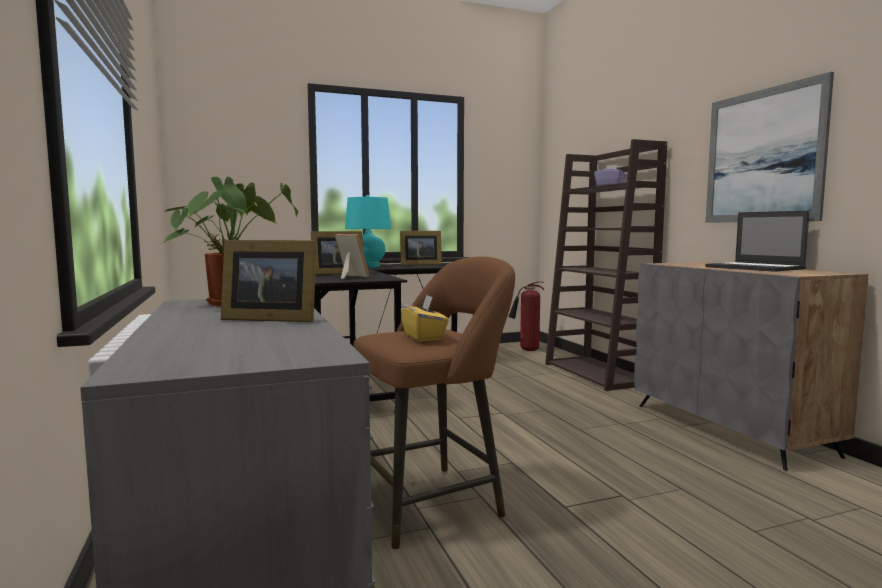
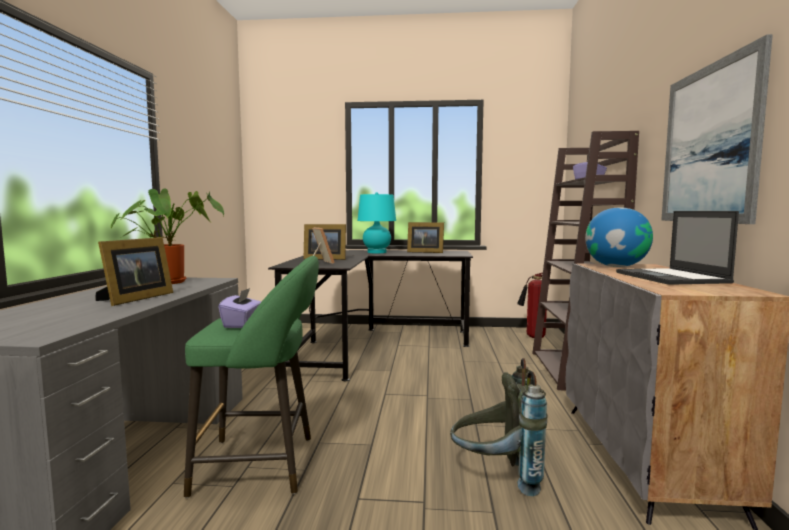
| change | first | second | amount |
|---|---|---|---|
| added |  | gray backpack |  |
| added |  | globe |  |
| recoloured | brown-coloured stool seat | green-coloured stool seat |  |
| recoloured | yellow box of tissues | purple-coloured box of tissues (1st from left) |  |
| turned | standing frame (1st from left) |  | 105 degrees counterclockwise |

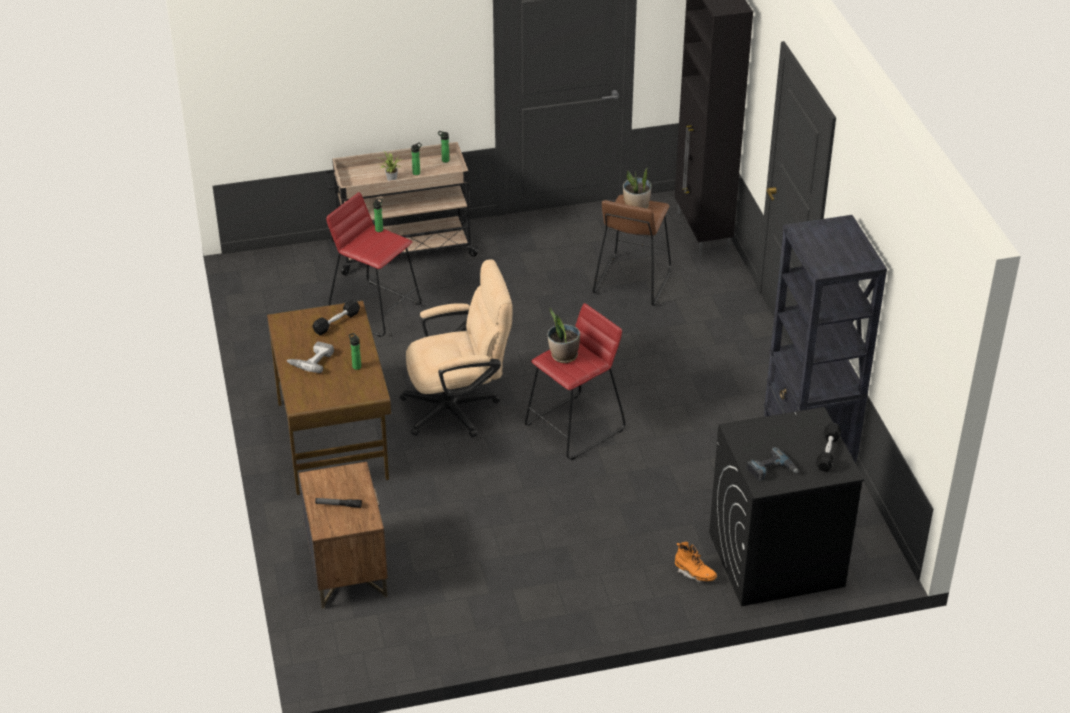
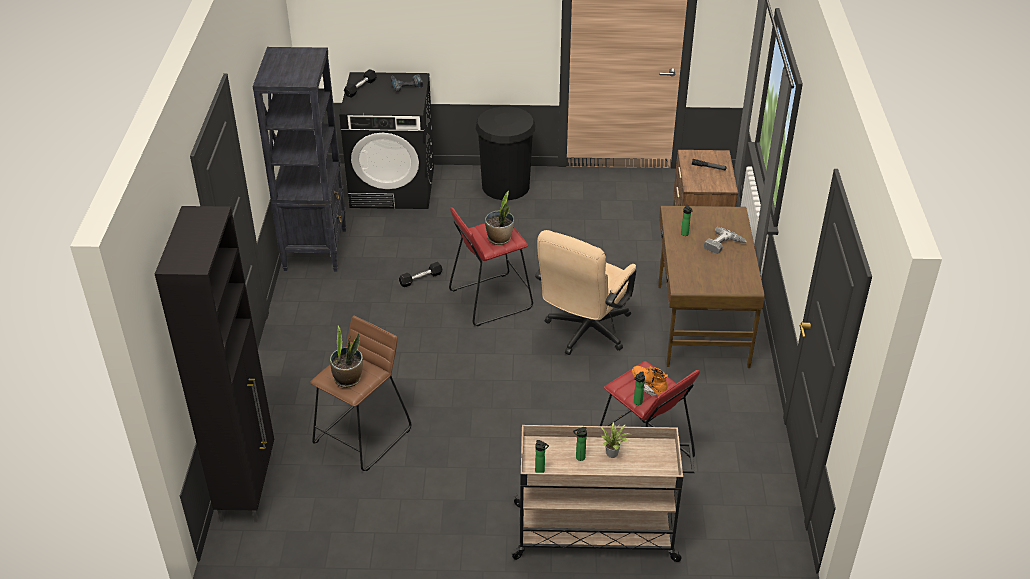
| change | first | second | amount |
|---|---|---|---|
| added |  | black trash can |  |
| moved | black hand weight (1st from left in the first image) | black hand weight (2nd from left) |  |
| moved | orangey tall boot |  |  |
| turned | beige office chair |  | 60 degrees counterclockwise |

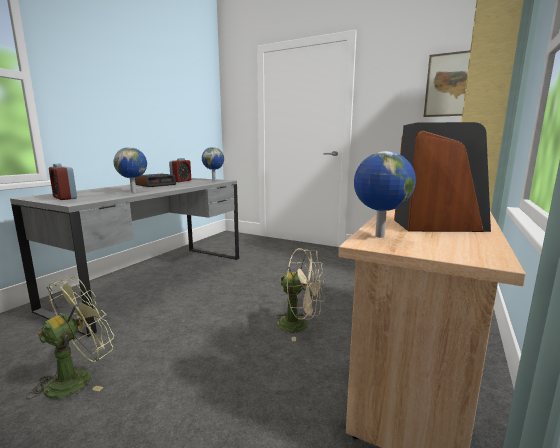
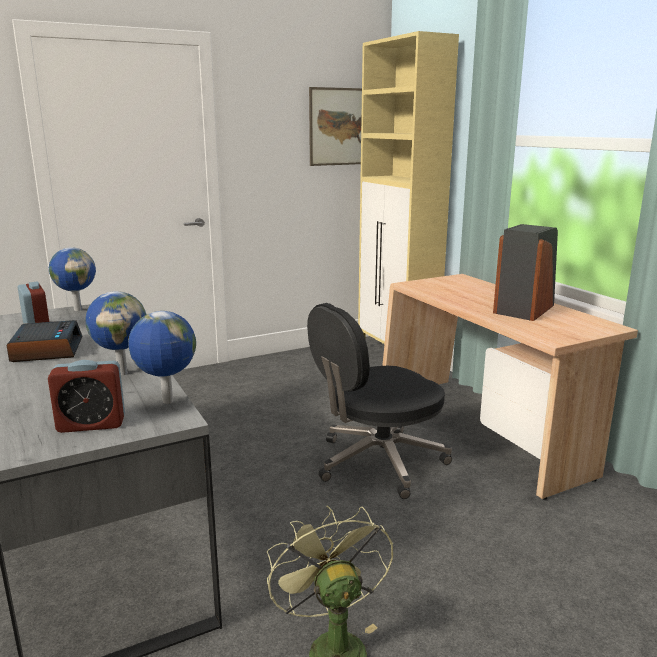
| change | first | second | amount |
|---|---|---|---|
| moved | globe (3rd from left) |  |  |
| replaced | beige cooling fan | black office chair |  |

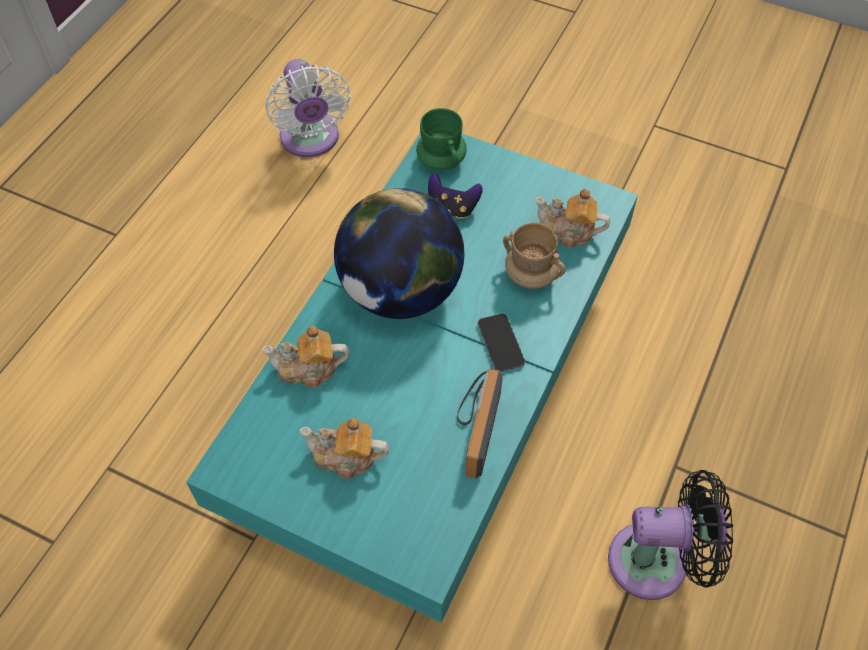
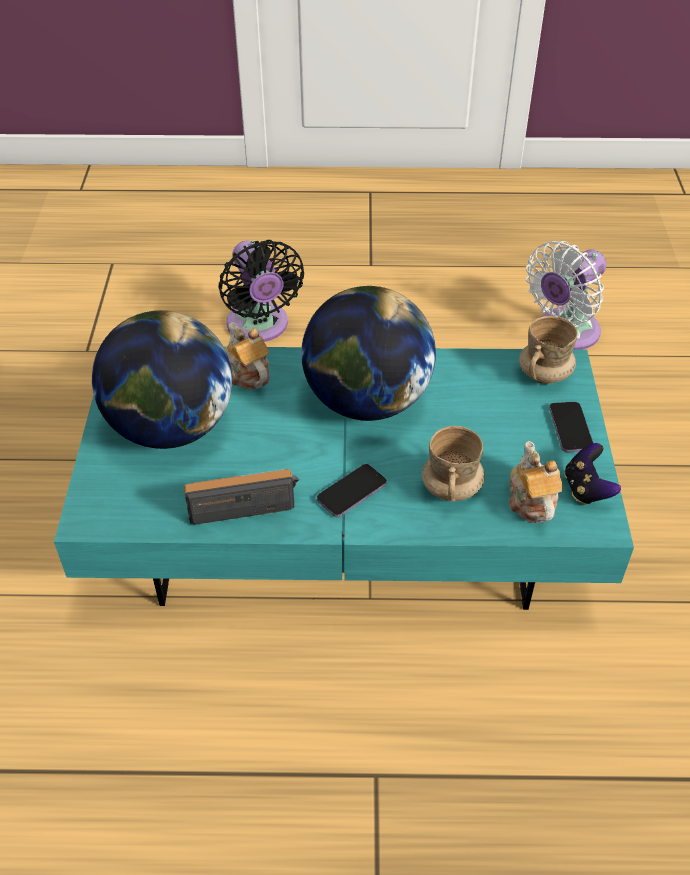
| change | first | second | amount |
|---|---|---|---|
| added |  | phone (2nd from left) |  |
| moved | gamepad |  |  |
| moved | black cooling fan |  |  |
| replaced | tea pot (2nd from left) | globe (1st from left) |  |
| recoloured | green-coloured coffee mug | beige coffee mug (2nd from left) |  |

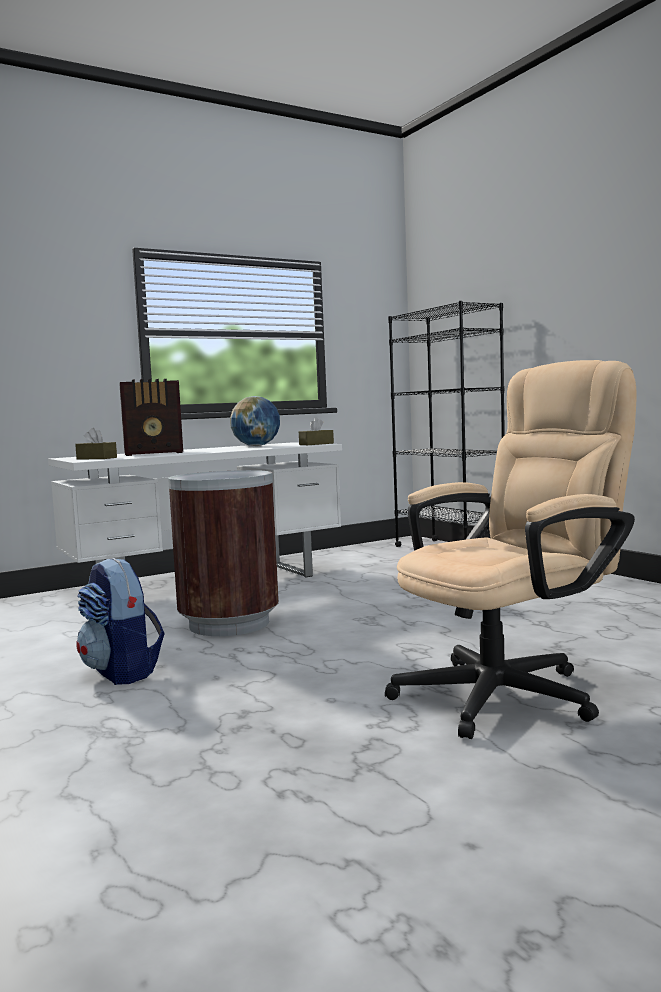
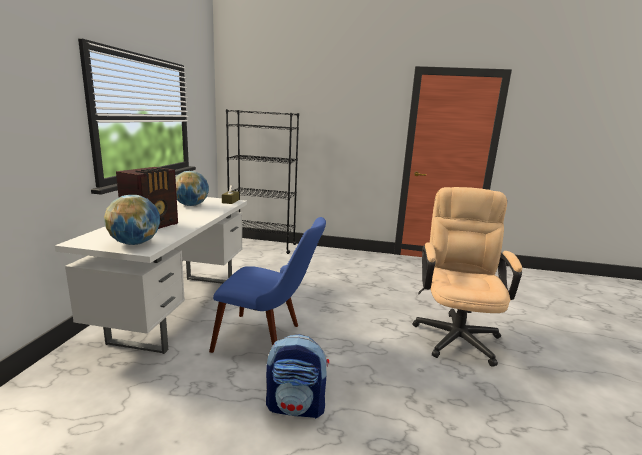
| change | first | second | amount |
|---|---|---|---|
| replaced | brown-coloured box of tissues (1st from left) | globe (1st from left) |  |
| replaced | brown-coloured trash can | blue upright chair |  |

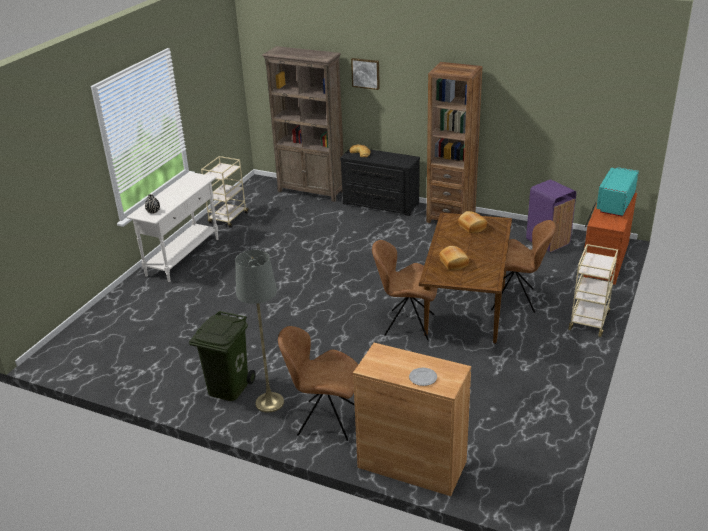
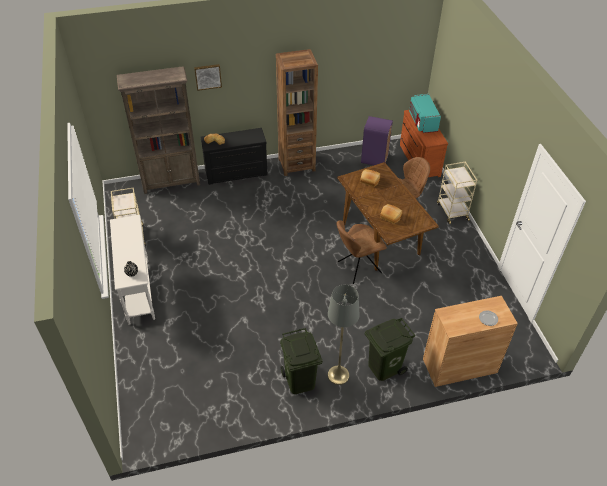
| change | first | second | amount |
|---|---|---|---|
| replaced | brown-coloured upright chair (1st from left) | green-coloured trash can (2nd from left) |  |

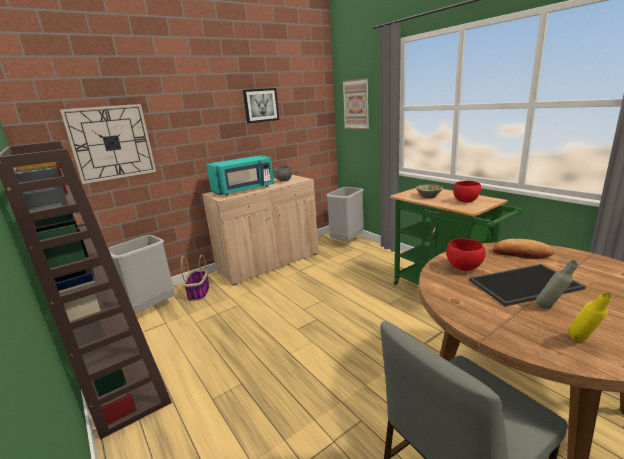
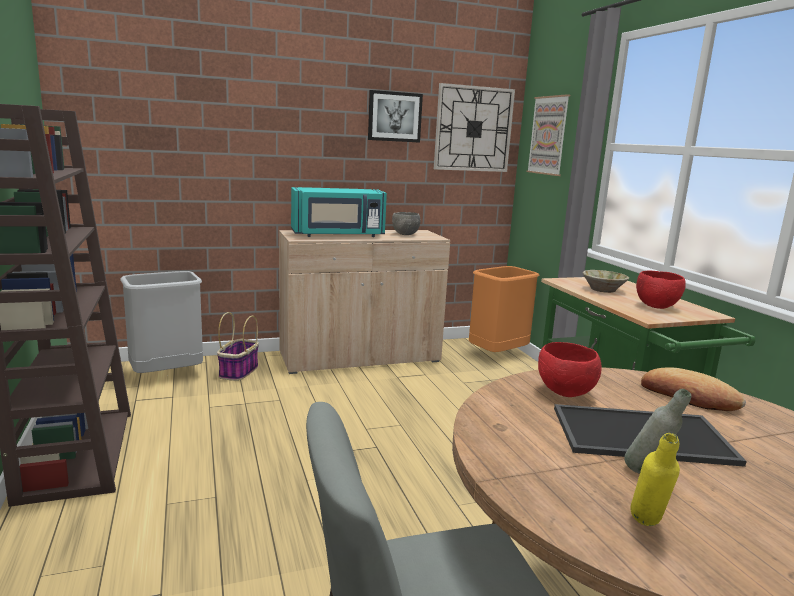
| change | first | second | amount |
|---|---|---|---|
| moved | wall clock |  |  |
| recoloured | gray trash can (2nd from left) | orangey trash can |  |

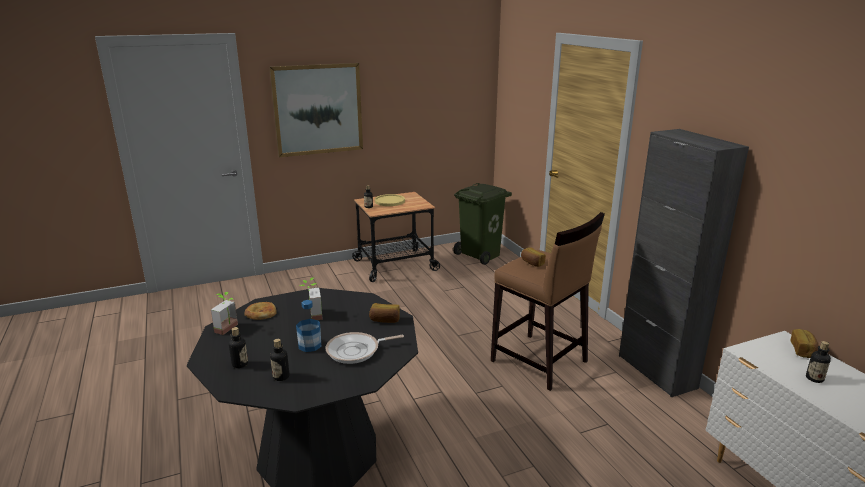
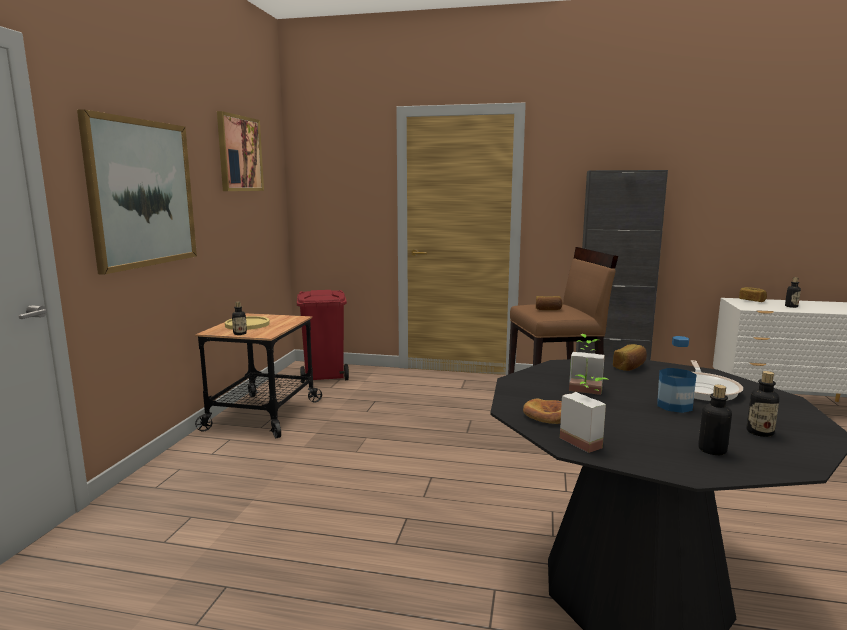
| change | first | second | amount |
|---|---|---|---|
| added |  | picture (2nd from left) |  |
| recoloured | green-coloured trash can | red trash can |  |

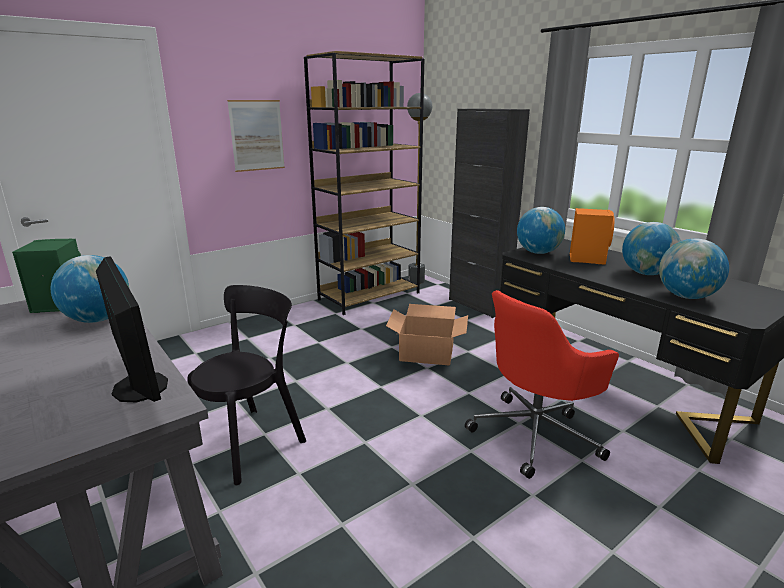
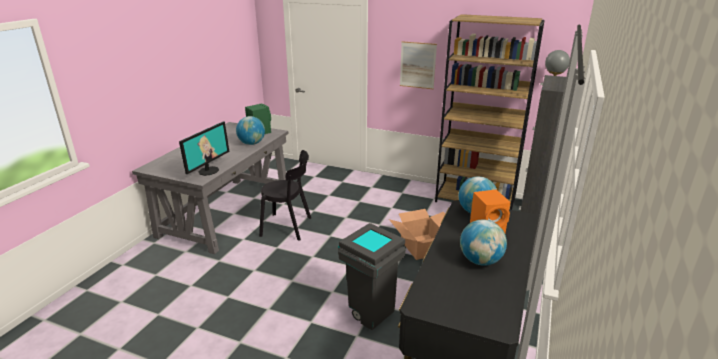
| change | first | second | amount |
|---|---|---|---|
| removed | globe (4th from left) |  |  |
| replaced | red office chair | gray trash can |  |

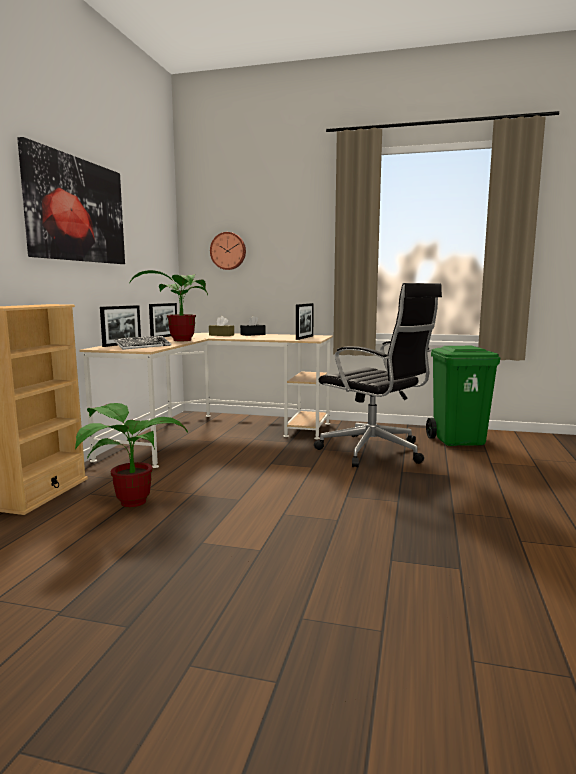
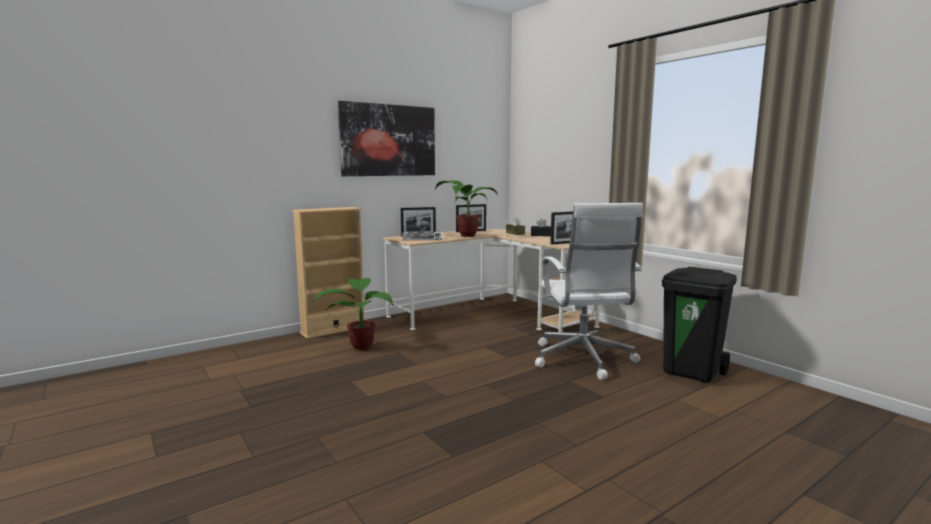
| change | first | second | amount |
|---|---|---|---|
| removed | wall clock |  |  |
| recoloured | black office chair | white office chair |  |
| recoloured | green-coloured trash can | black trash can |  |

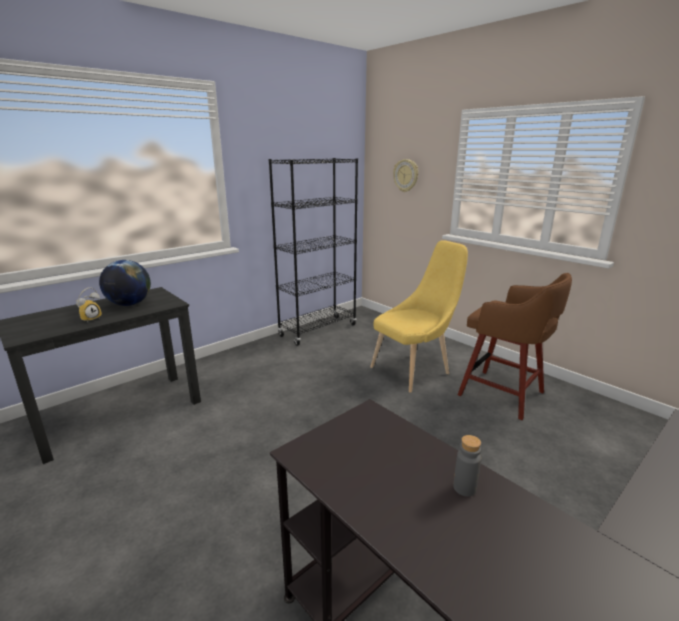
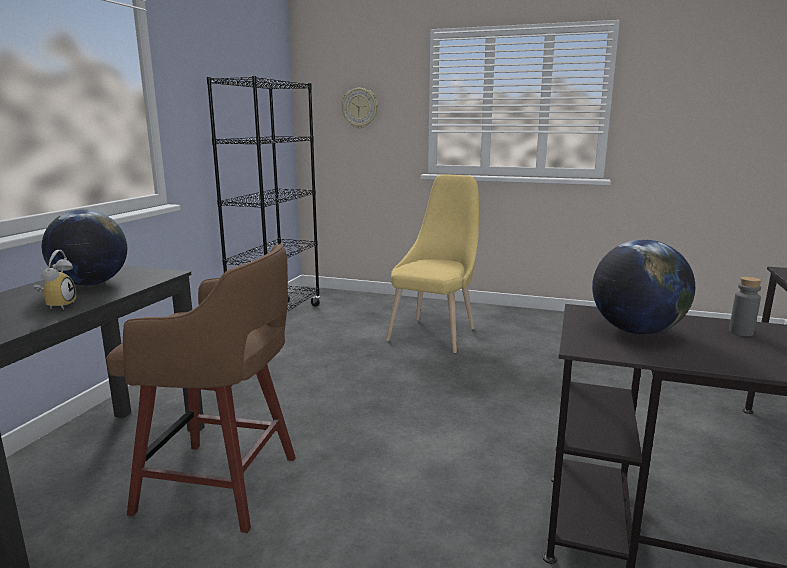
| change | first | second | amount |
|---|---|---|---|
| added |  | globe (2nd from left) |  |
| moved | brown-coloured stool seat |  |  |

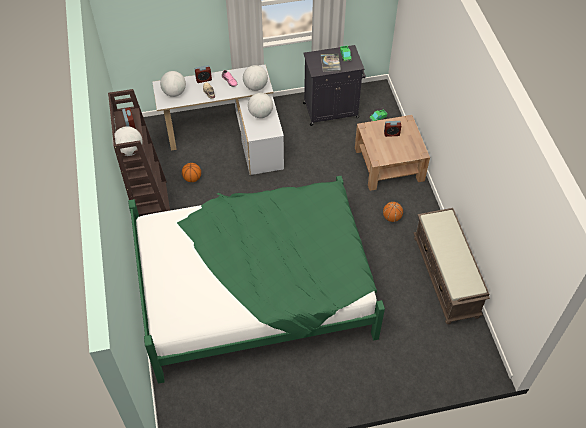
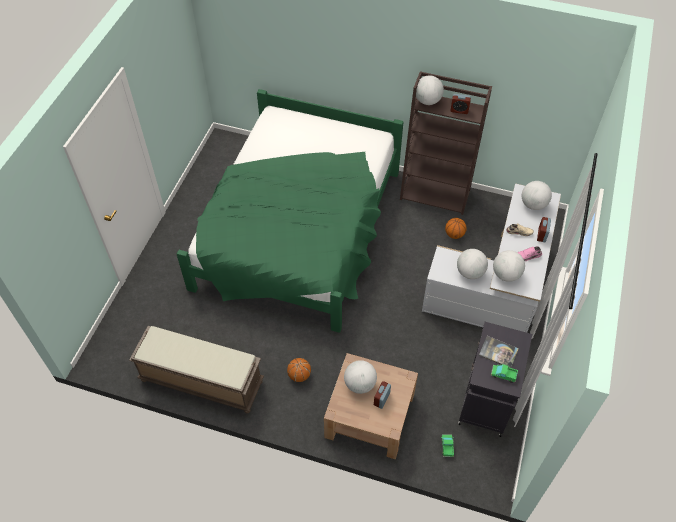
| change | first | second | amount |
|---|---|---|---|
| added |  | globe (1st from left) |  |

